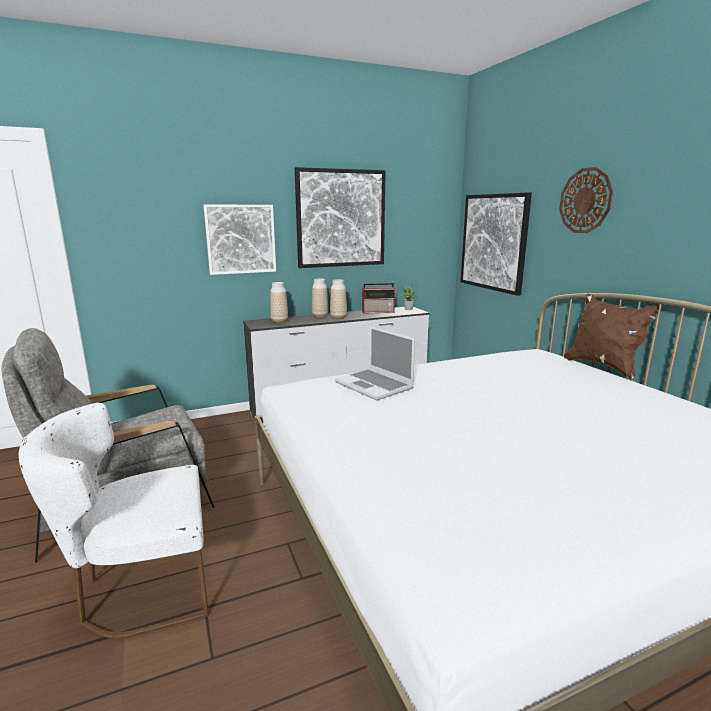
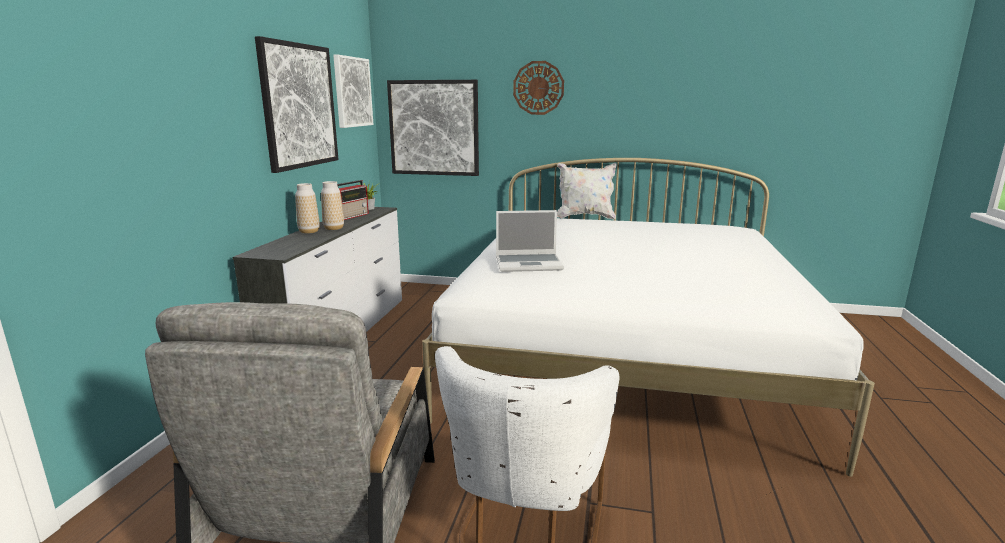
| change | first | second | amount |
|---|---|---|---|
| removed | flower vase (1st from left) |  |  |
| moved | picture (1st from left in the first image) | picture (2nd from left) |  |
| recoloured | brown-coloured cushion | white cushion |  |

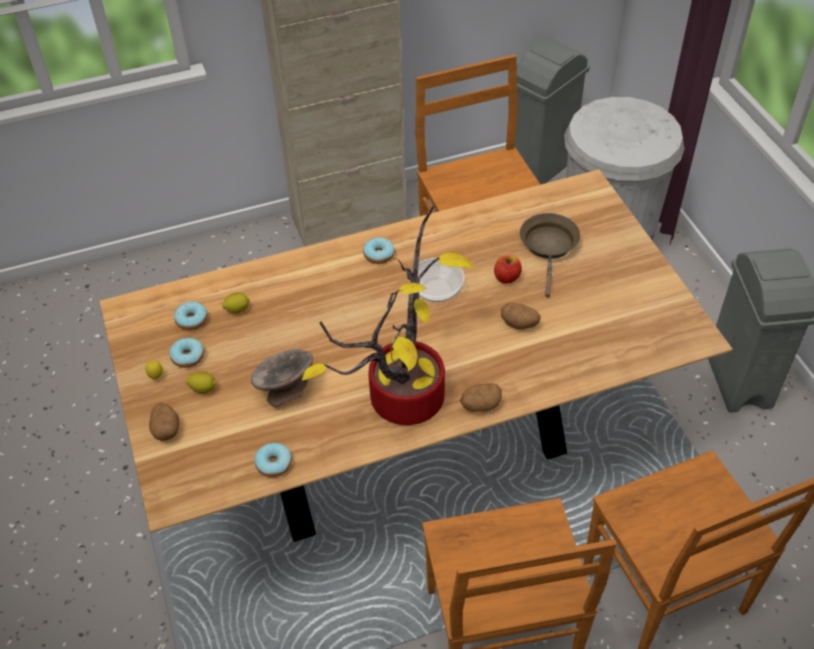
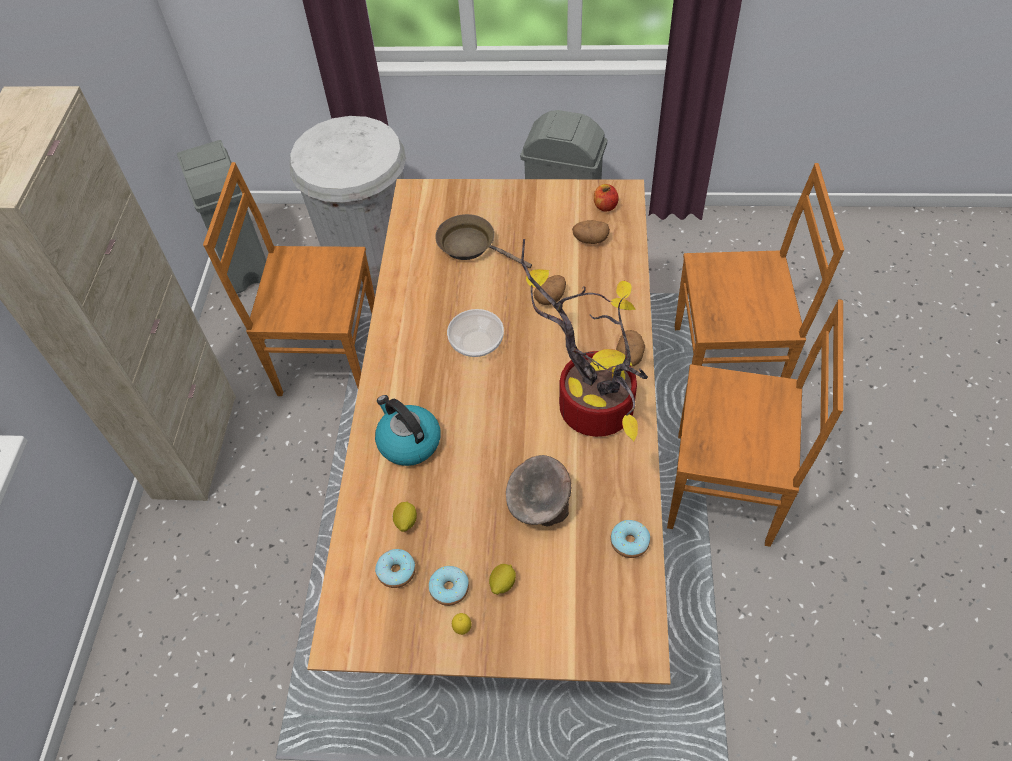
| change | first | second | amount |
|---|---|---|---|
| removed | donut (4th from left) |  |  |
| added |  | kettle |  |
| moved | potato (1st from left in the first image) | potato (2nd from left) |  |
| moved | apple fruit |  |  |

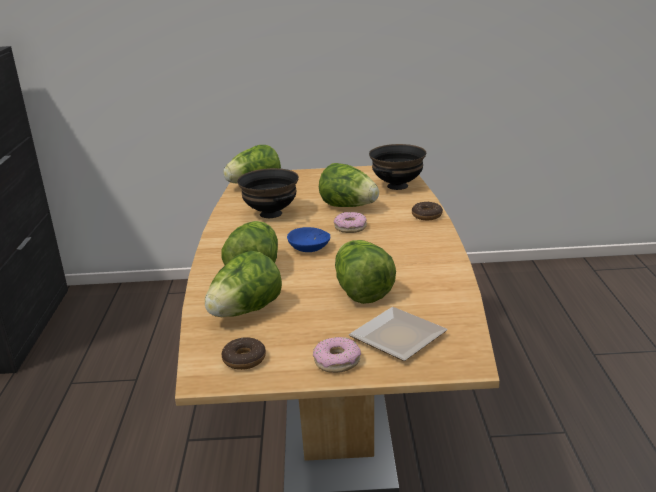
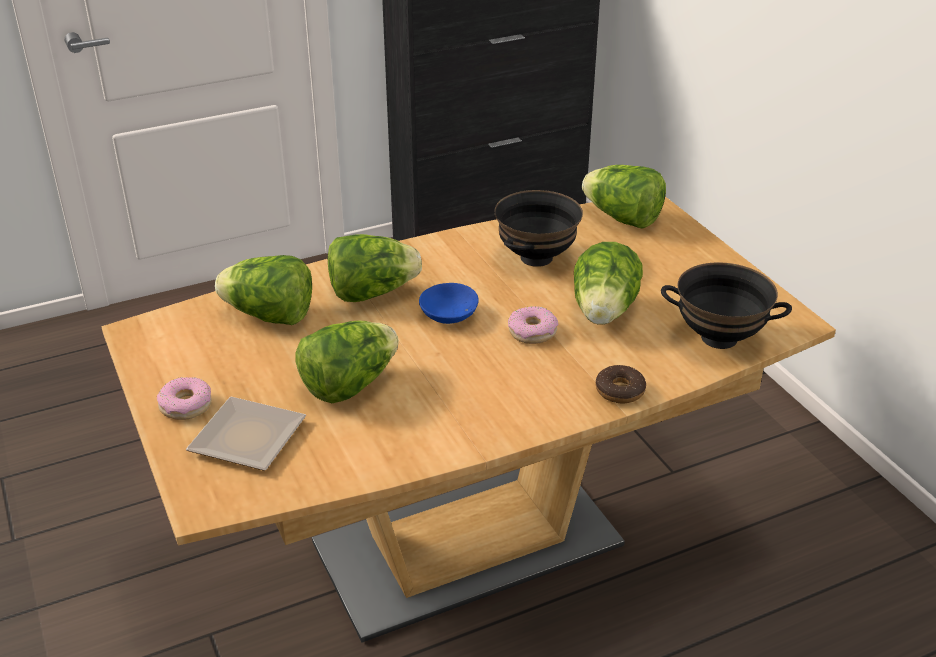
| change | first | second | amount |
|---|---|---|---|
| removed | donut (1st from left) |  |  |

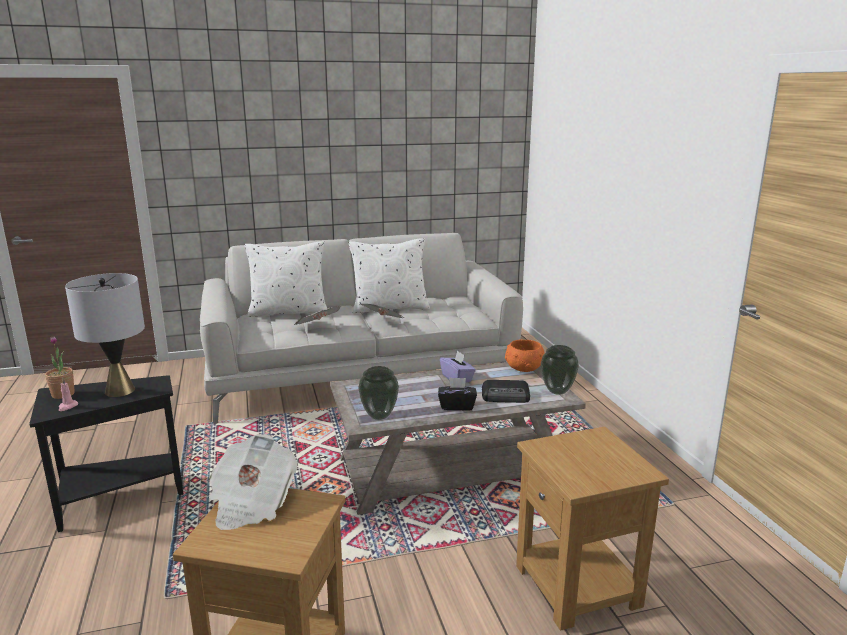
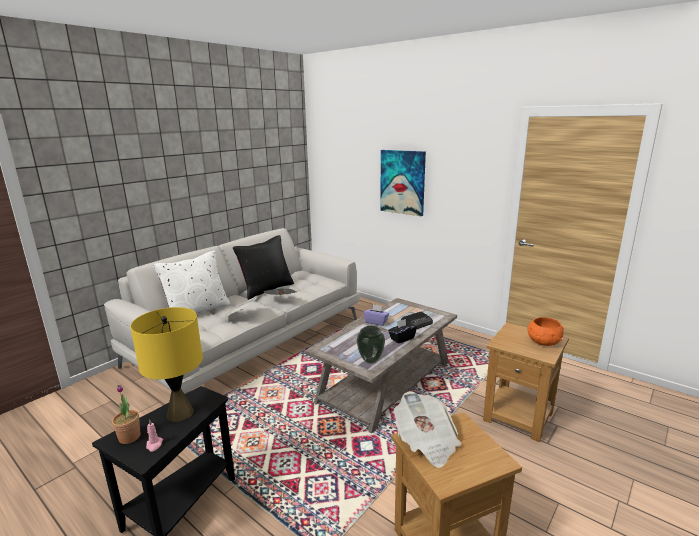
| change | first | second | amount |
|---|---|---|---|
| removed | flower vase (2nd from left) |  |  |
| added |  | picture |  |
| moved | orangey serving bowl |  |  |
| recoloured | gray tabletop lamp | yellow tabletop lamp |  |
| recoloured | white cushion (2nd from left) | black cushion |  |

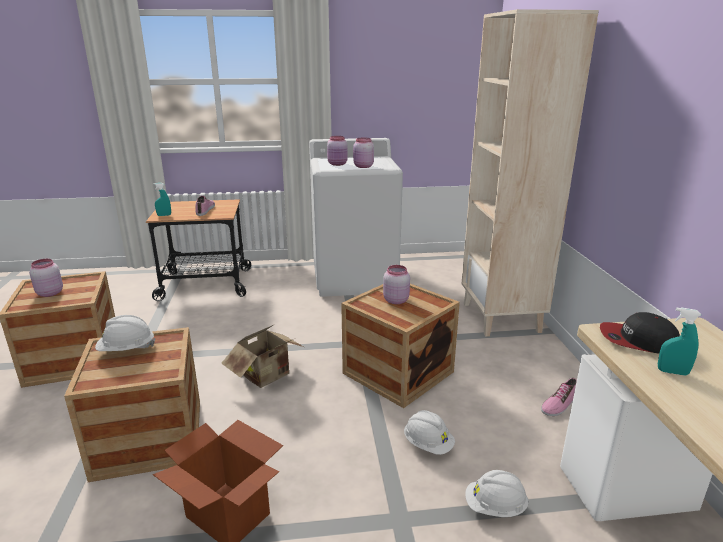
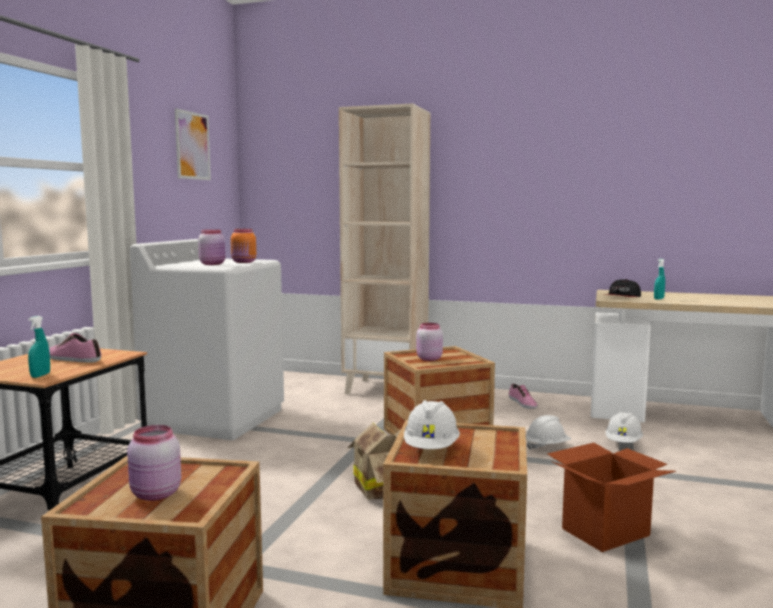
| change | first | second | amount |
|---|---|---|---|
| added |  | picture |  |
| recoloured | pinkish preserve jar (3rd from left) | orangey preserve jar |  |

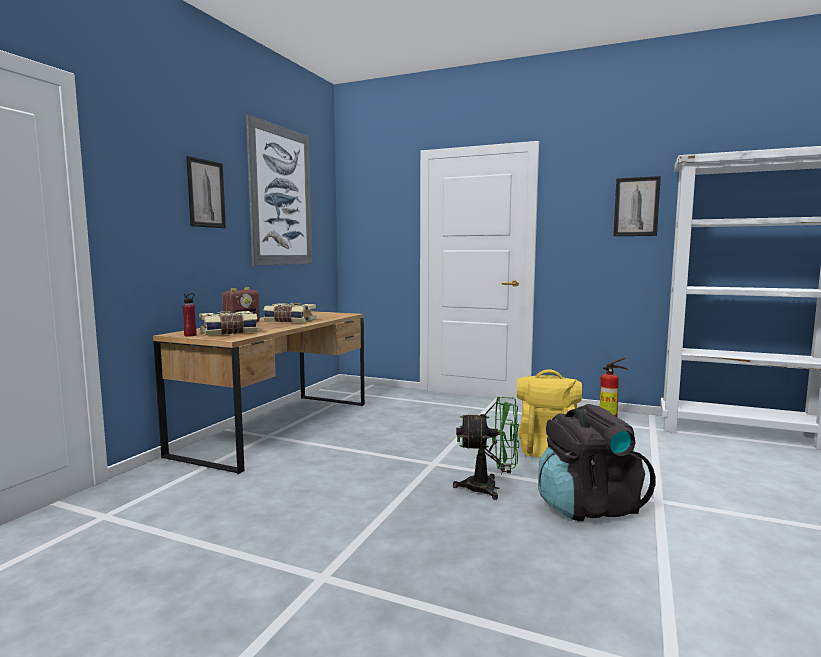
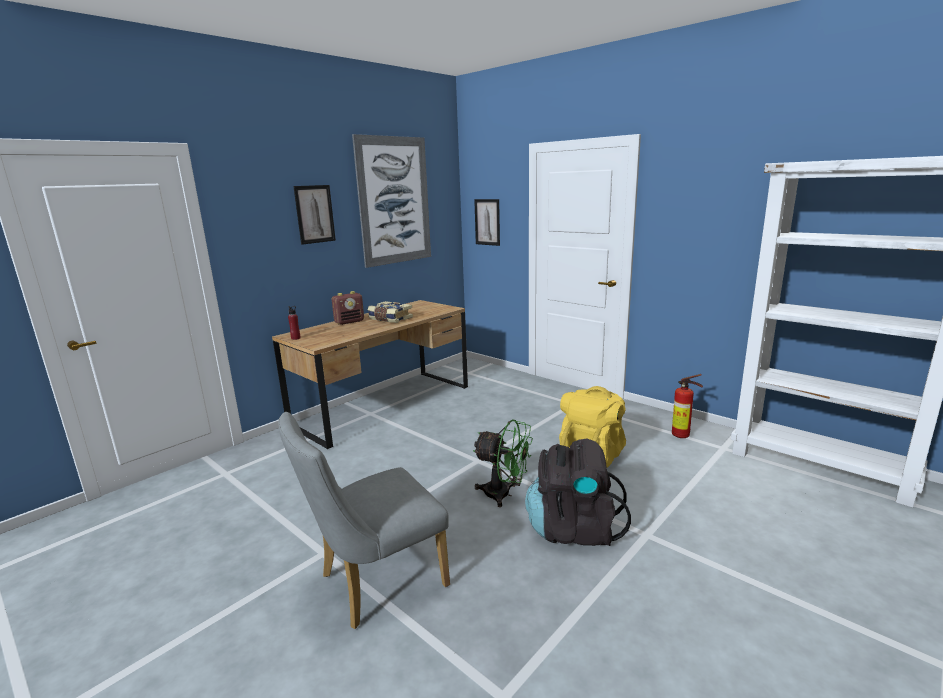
| change | first | second | amount |
|---|---|---|---|
| removed | bound book (1st from left) |  |  |
| added |  | gray upright chair |  |
| moved | picture (3rd from left) |  |  |

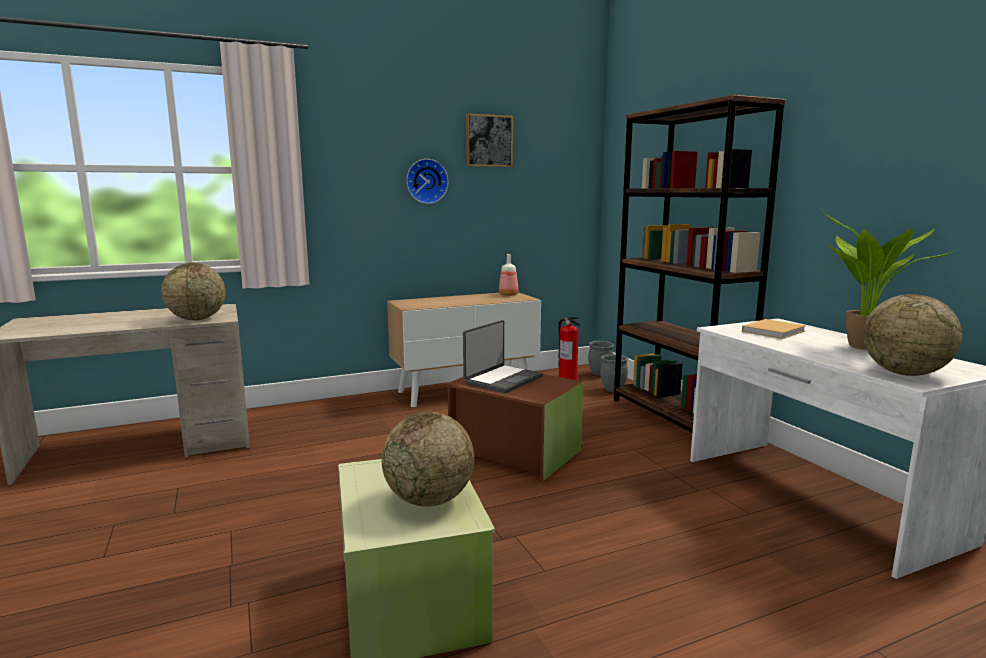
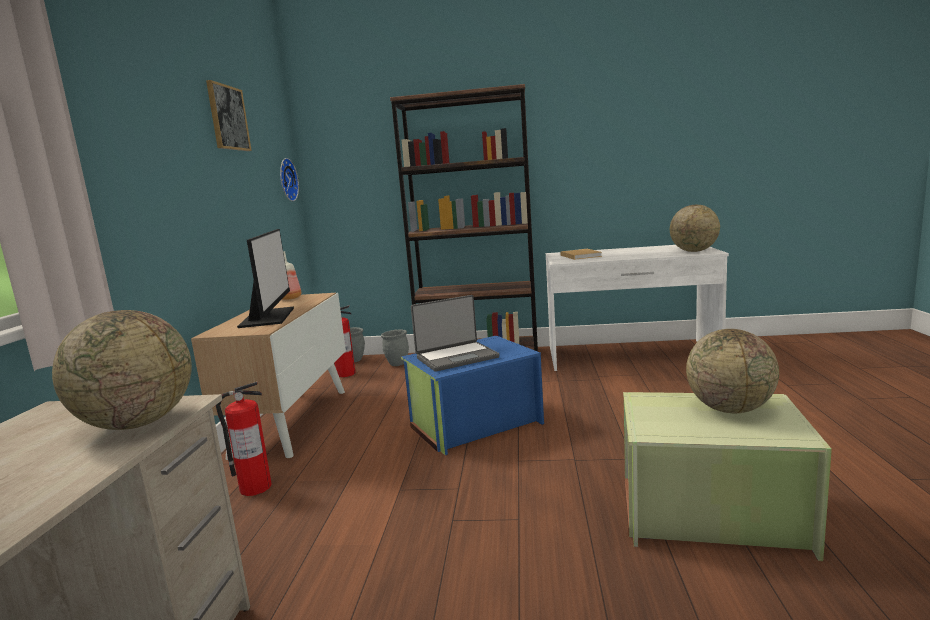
| change | first | second | amount |
|---|---|---|---|
| removed | houseplant |  |  |
| added |  | fire extinguisher (1st from left) |  |
| added |  | computer screen |  |
| moved | wall clock |  |  |
| recoloured | brown-coloured storage container | blue storage container |  |
| turned | portable computer |  | 90 degrees clockwise |

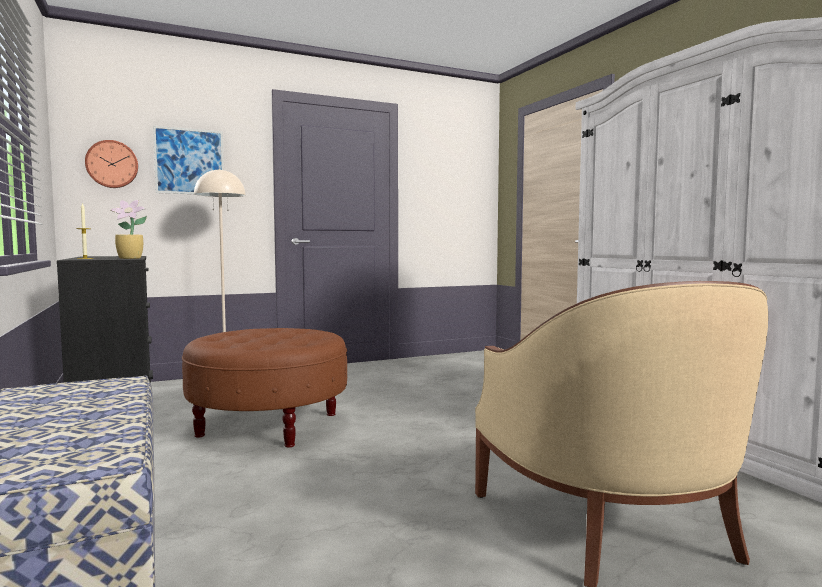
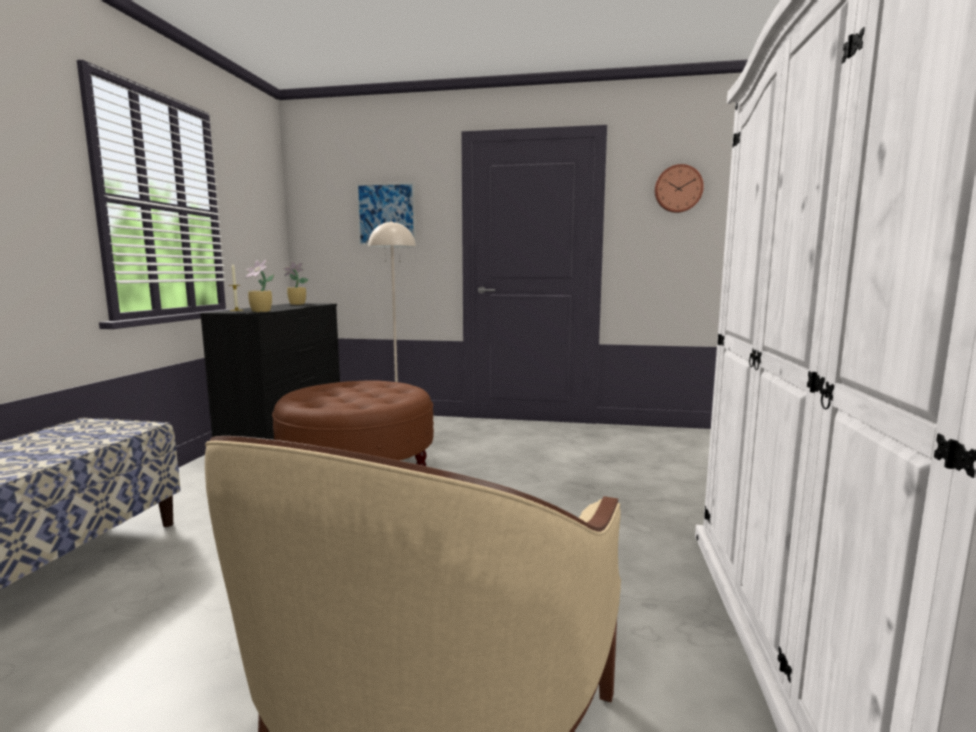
| change | first | second | amount |
|---|---|---|---|
| added |  | houseplant (2nd from left) |  |
| moved | wall clock |  |  |

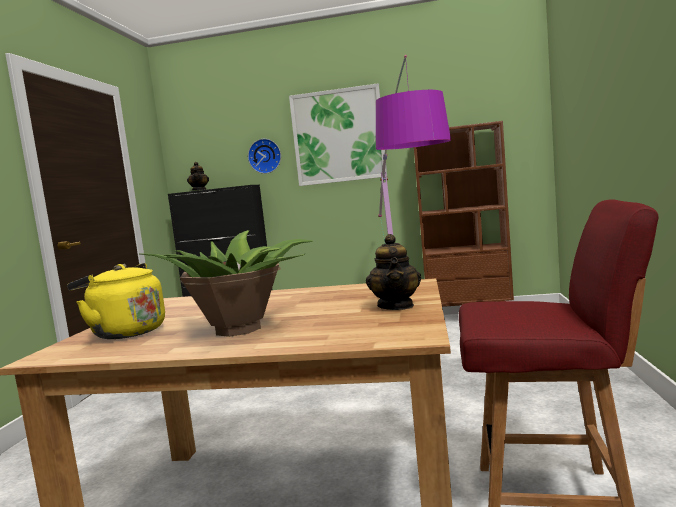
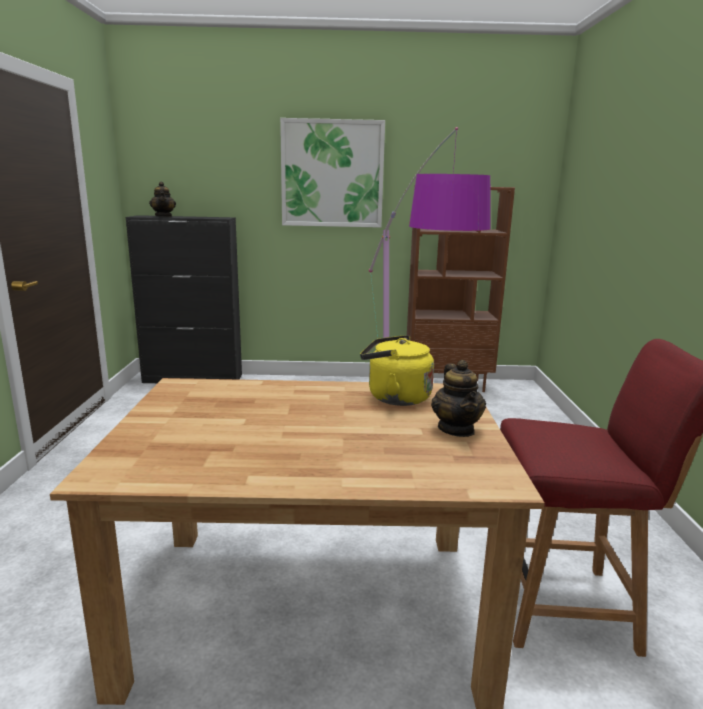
| change | first | second | amount |
|---|---|---|---|
| removed | houseplant |  |  |
| removed | wall clock |  |  |
| moved | yellow kettle |  |  |

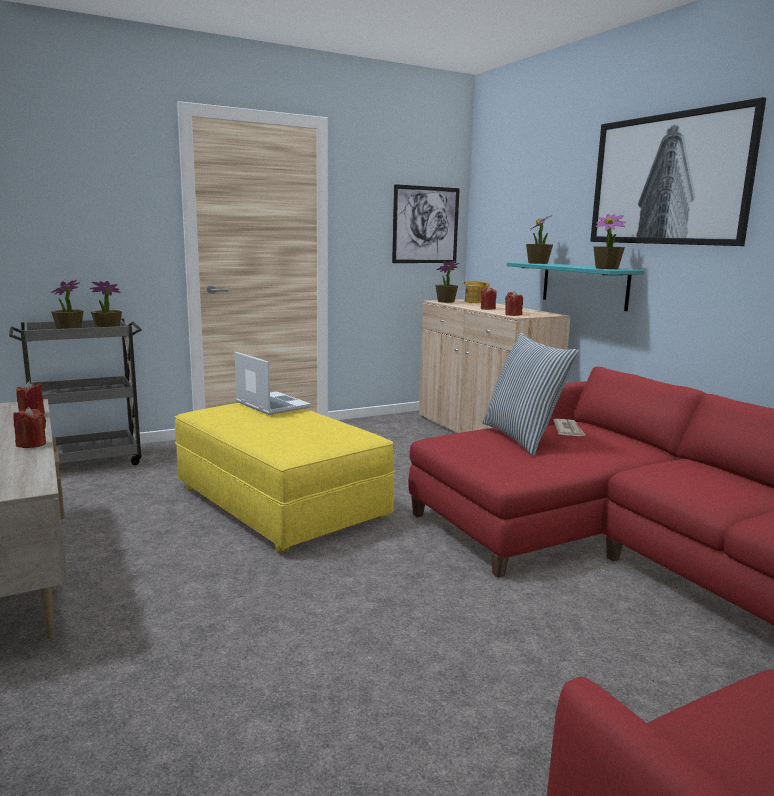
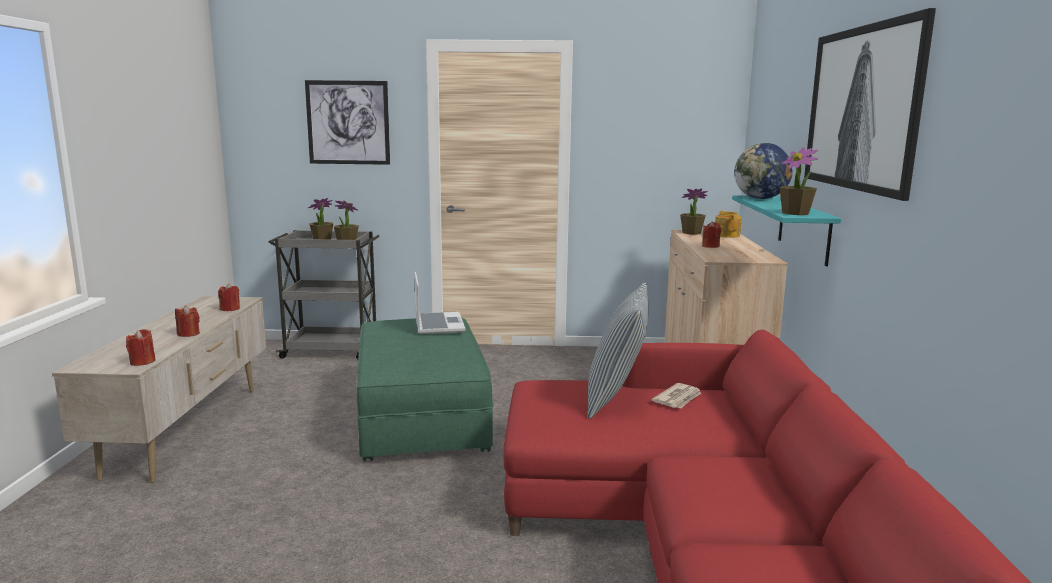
| change | first | second | amount |
|---|---|---|---|
| moved | picture (1st from left) |  |  |
| moved | red wax light (4th from left in the first image) | red wax light (1st from left) |  |
| replaced | houseplant (4th from left) | globe |  |
| recoloured | yellow ottoman | green-coloured ottoman |  |

